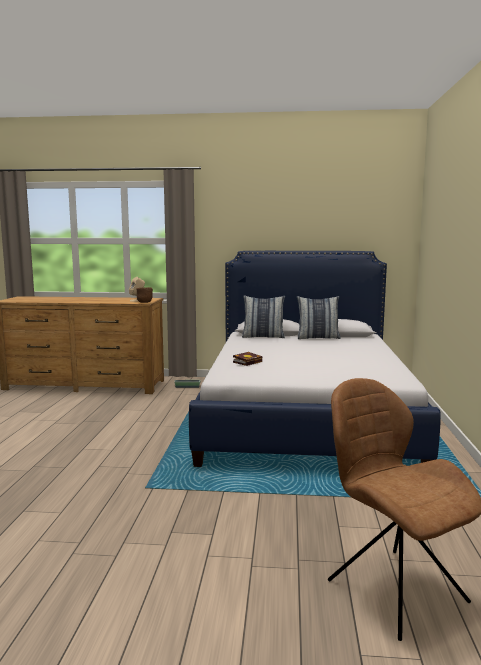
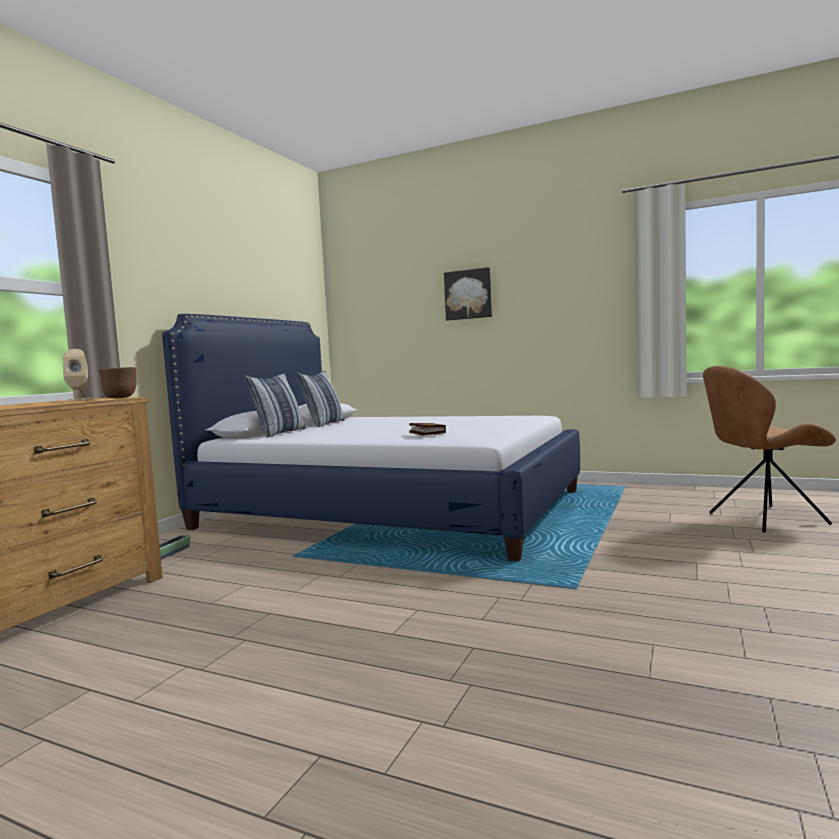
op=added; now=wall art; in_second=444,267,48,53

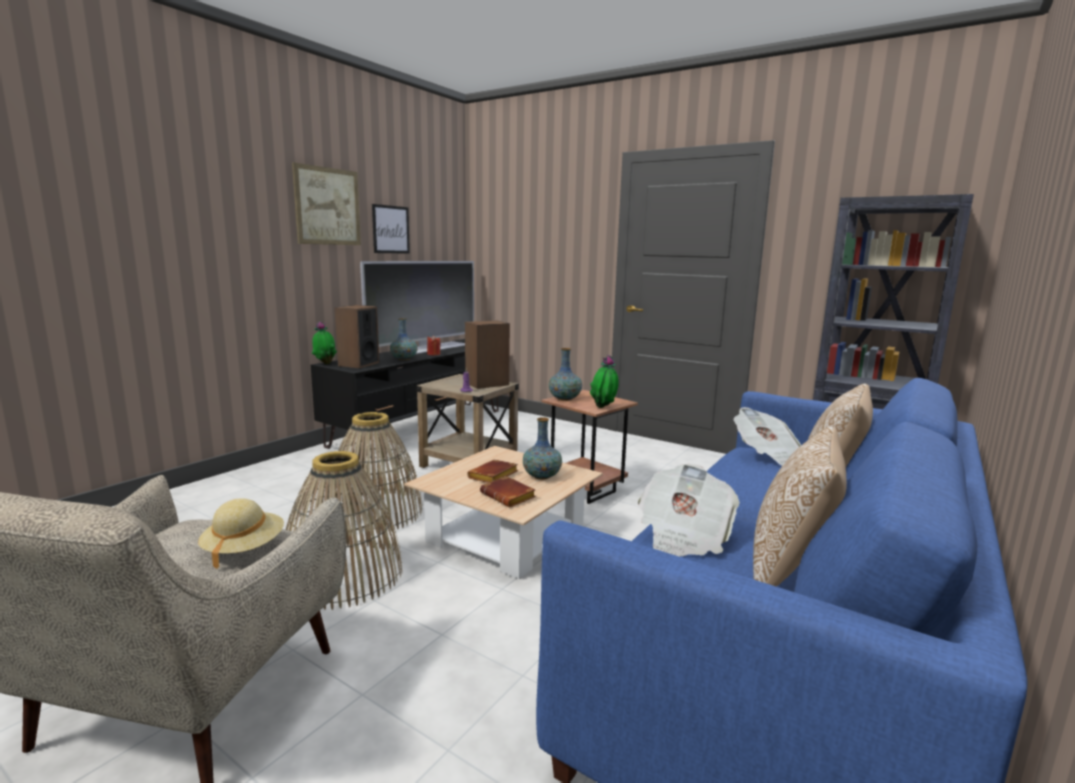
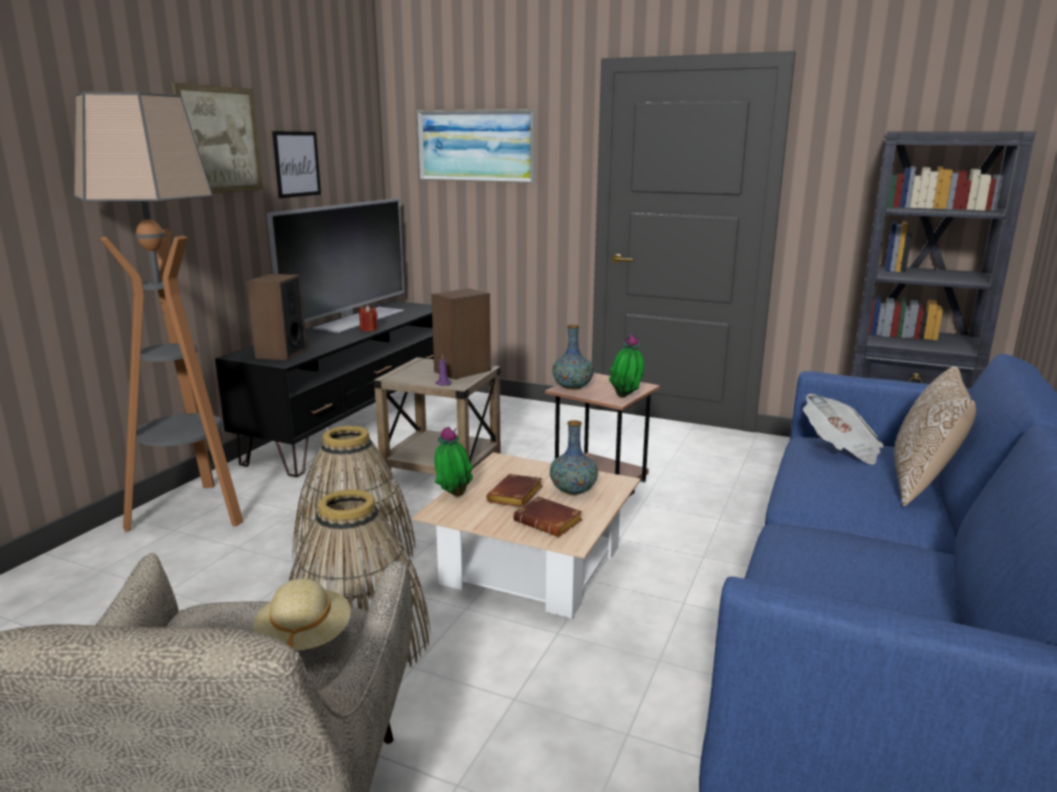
op=moved; was=plant in a pot; in_first=312,321,25,43; in_second=434,427,39,69
op=removed; was=decorative vase; in_first=390,318,28,42
op=removed; was=printed paper; in_first=638,464,102,93
op=removed; was=pillow; in_first=753,427,94,160
op=added; now=floor lamp; in_second=73,92,171,440
op=added; now=wall art; in_second=416,109,119,74

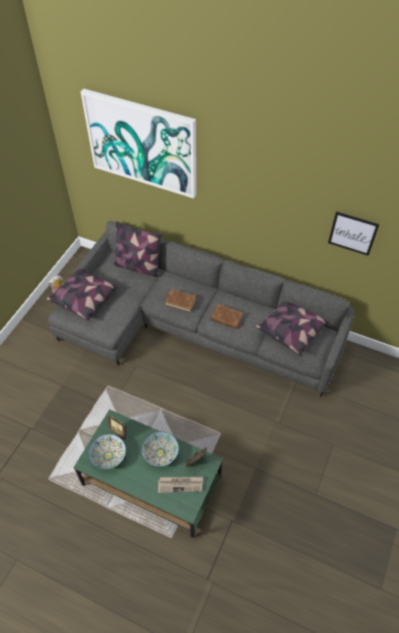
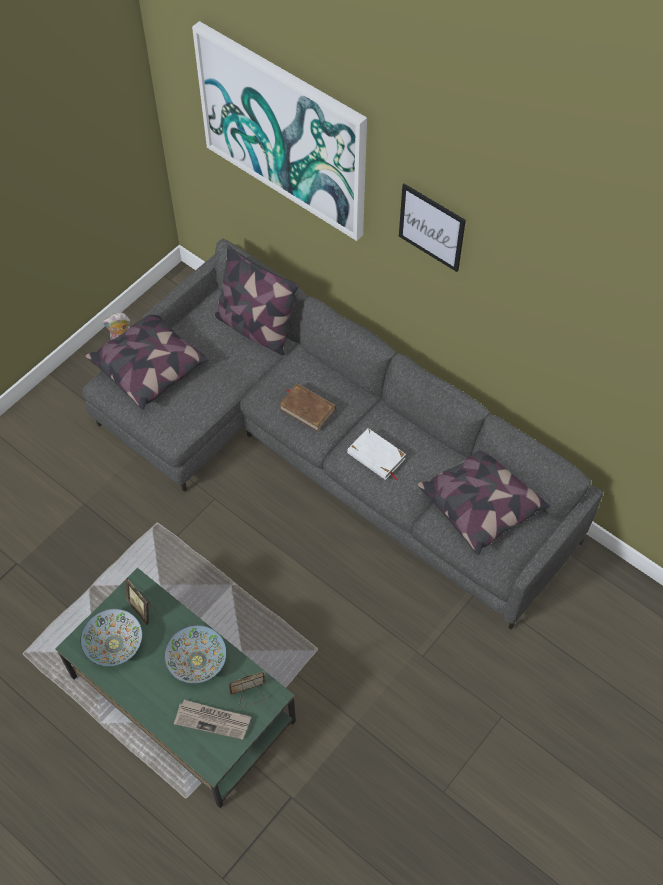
op=recoloured; was=brownish volume; now=white-coloured volume; in_first=210,304,33,25; in_second=347,428,59,53
op=moved; was=wall art; in_first=328,211,52,45; in_second=399,184,67,88

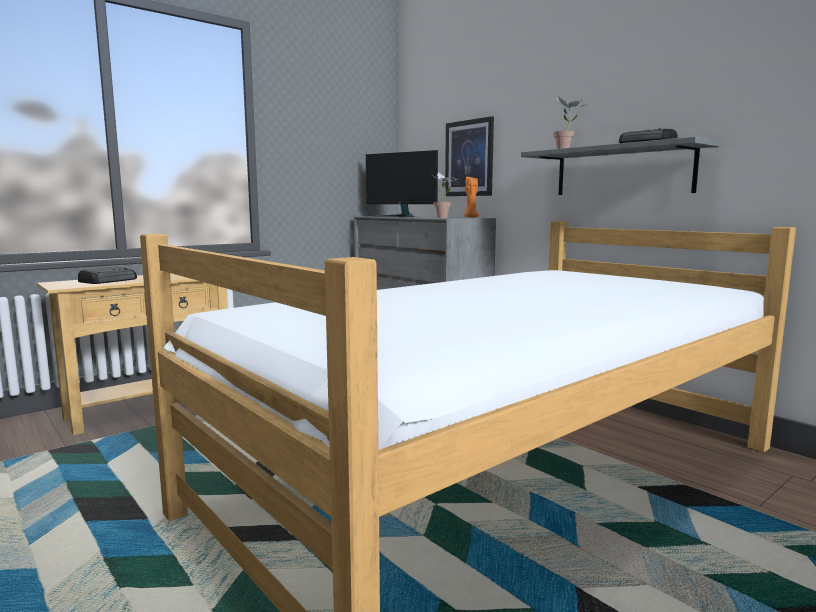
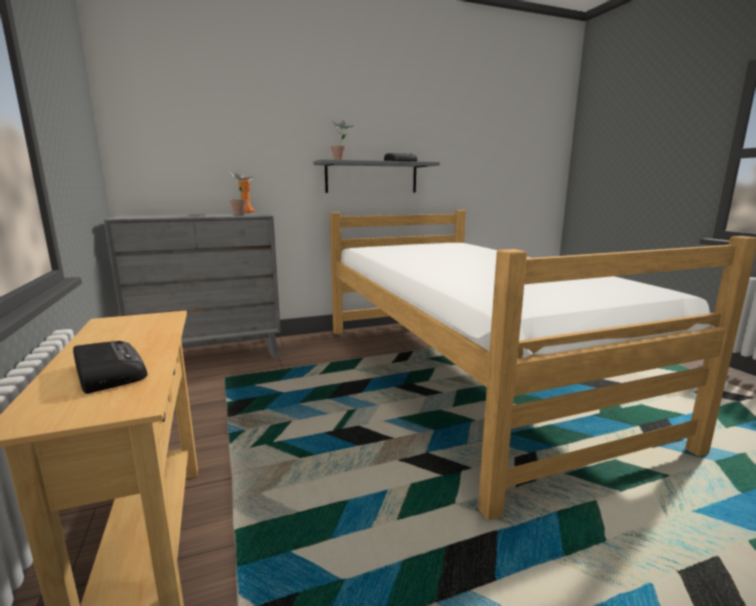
op=removed; was=monitor; in_first=366,150,72,67
op=removed; was=wall art; in_first=445,116,49,80

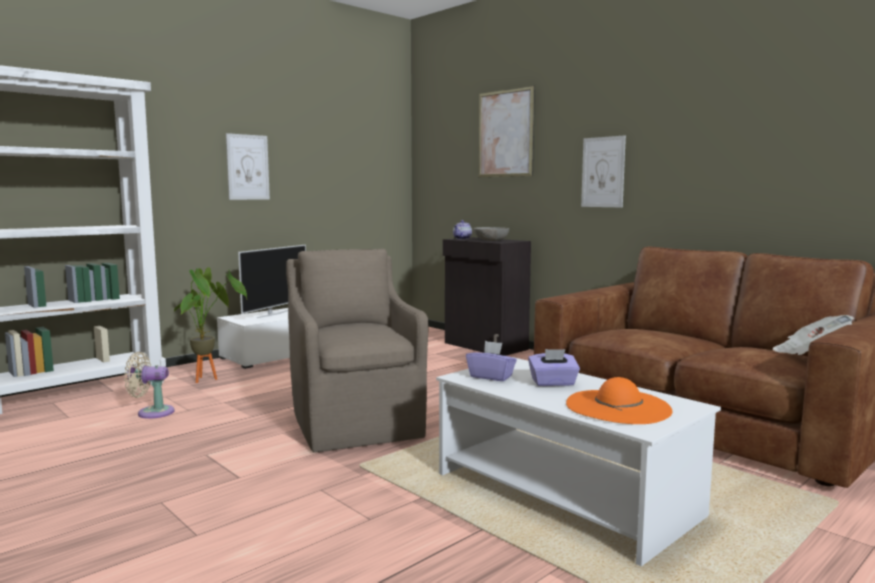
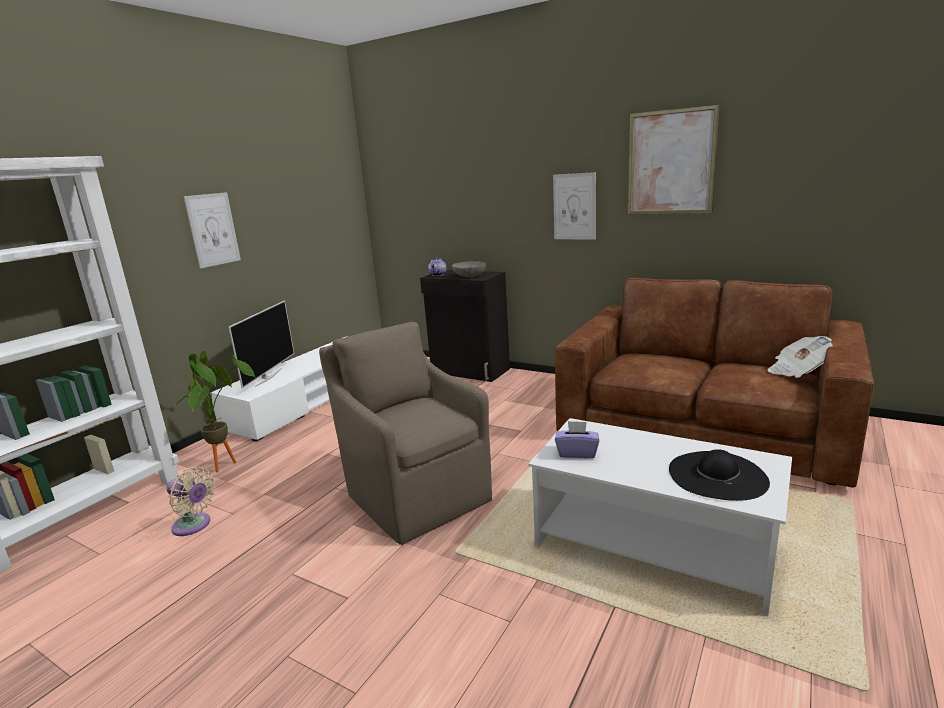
op=turned; was=beige-coloured electric fan; in_first=124,352,51,67; in_second=166,467,49,69; clockwise=-135
op=moved; was=wall art; in_first=478,86,57,91; in_second=628,104,92,110
op=removed; was=purplish tissue box; in_first=528,349,52,37
op=recoloured; was=orange hat; now=black hat; in_first=566,377,107,47; in_second=669,449,101,52

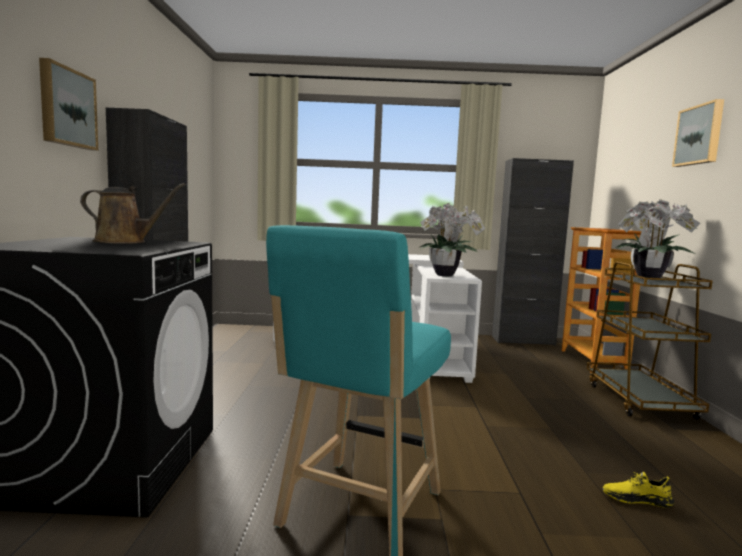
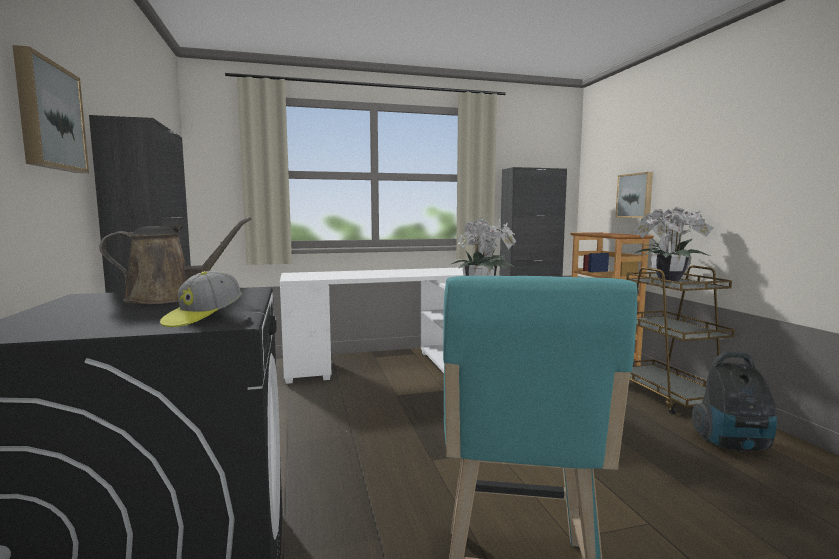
op=removed; was=yellowish item of footwear; in_first=603,472,71,36
op=moved; was=wall art; in_first=672,99,52,68; in_second=615,172,38,46
op=added; now=baseball cap; in_second=160,271,82,56
op=added; now=hoover; in_second=692,351,85,101

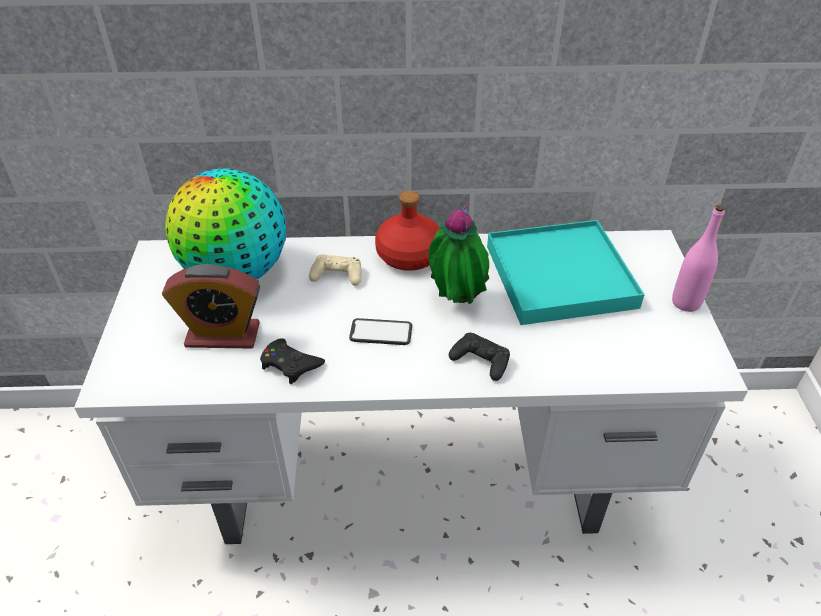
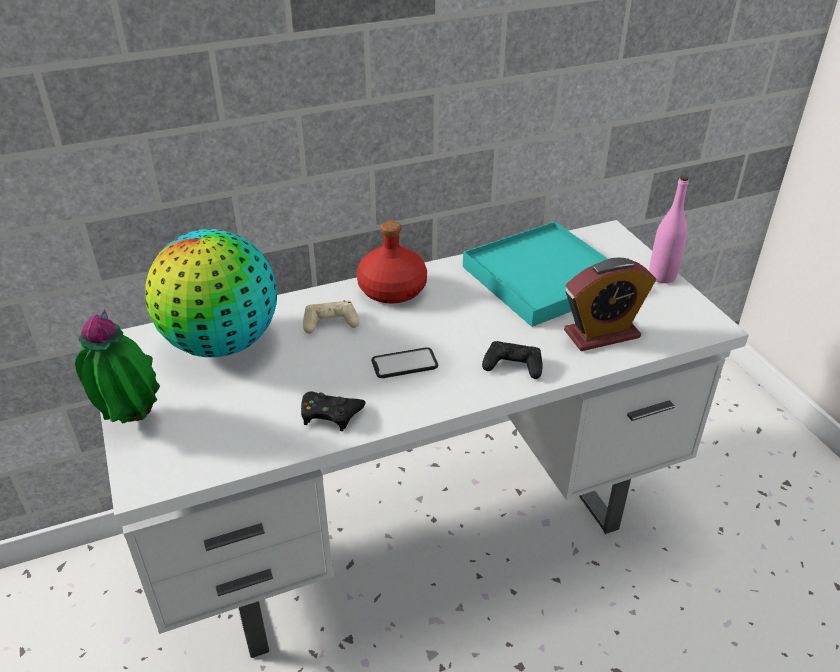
op=moved; was=table clock; in_first=162,264,98,85; in_second=564,258,92,93
op=moved; was=plant in a pot; in_first=429,205,60,99; in_second=75,309,85,114

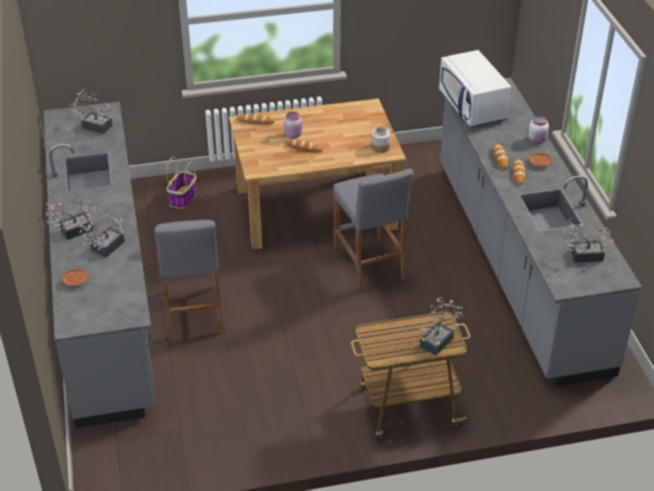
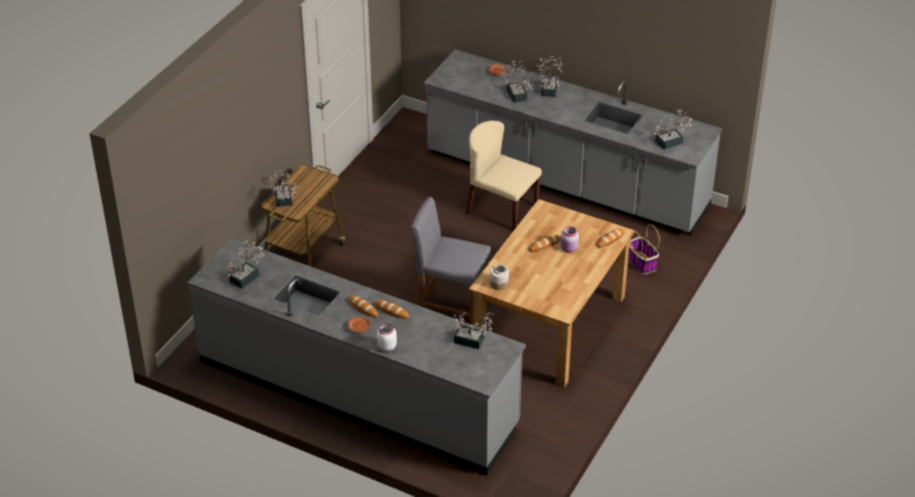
op=replaced; was=greyish sitting stool; now=beige-coloured plain chair; in_first=155,220,68,120; in_second=466,121,76,110
op=replaced; was=white-coloured microwave oven; now=plant in a pot; in_first=439,50,72,77; in_second=449,312,45,37

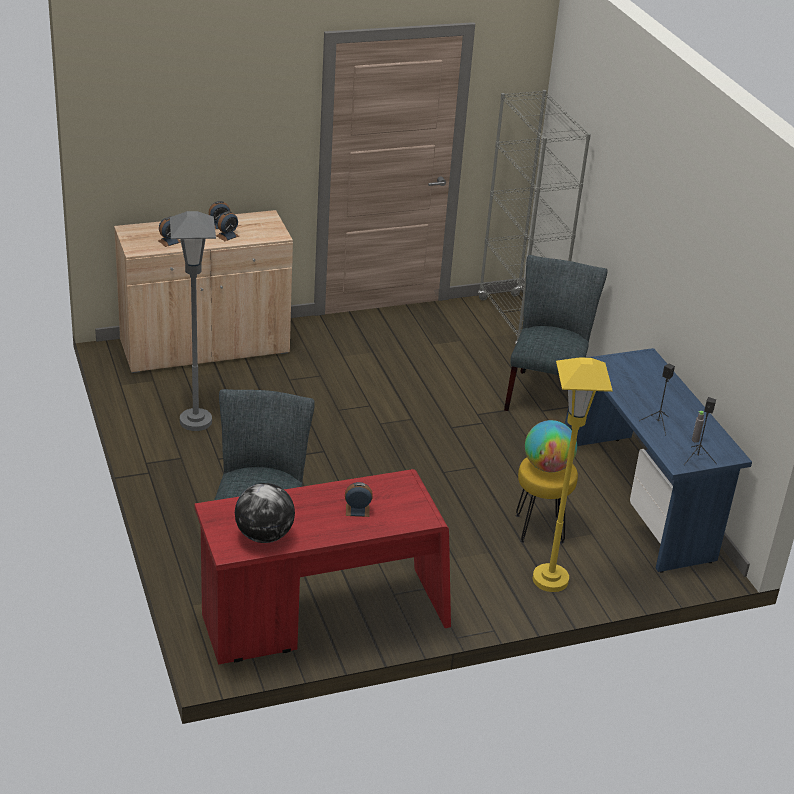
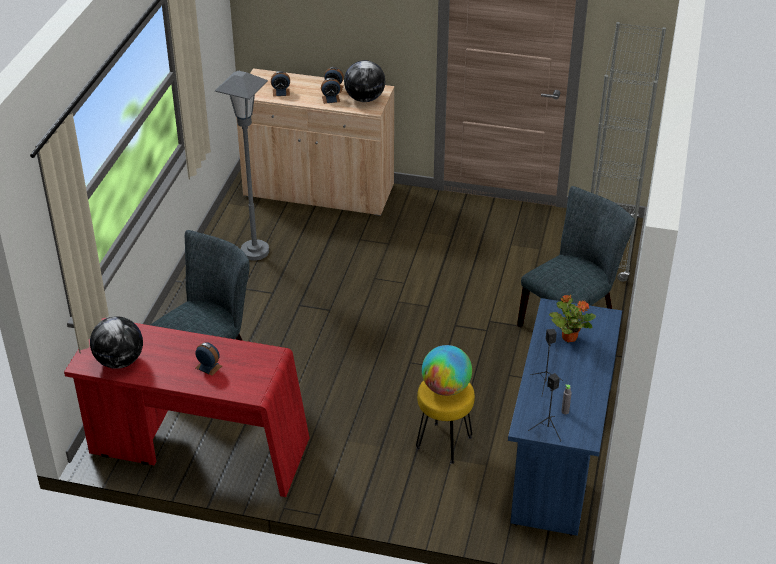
op=removed; was=yellowish floor lamp; in_first=533,357,80,235
op=added; now=globe; in_second=344,60,42,42
op=added; now=plant in a pot; in_second=549,295,47,48

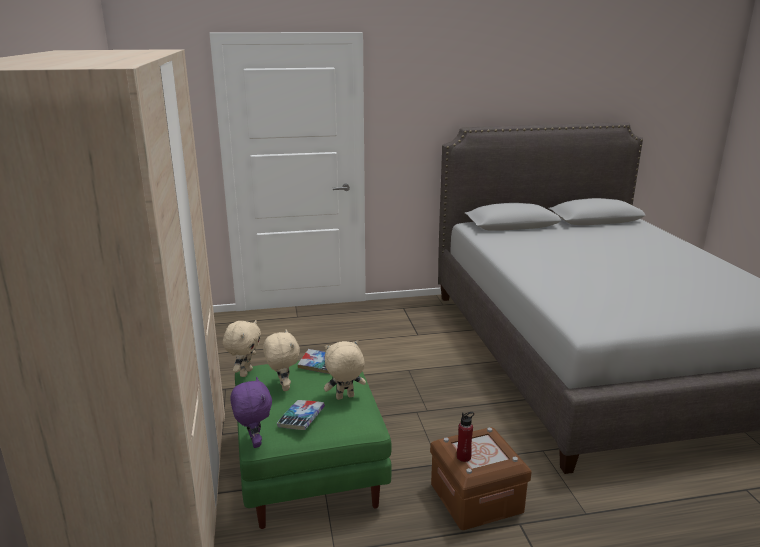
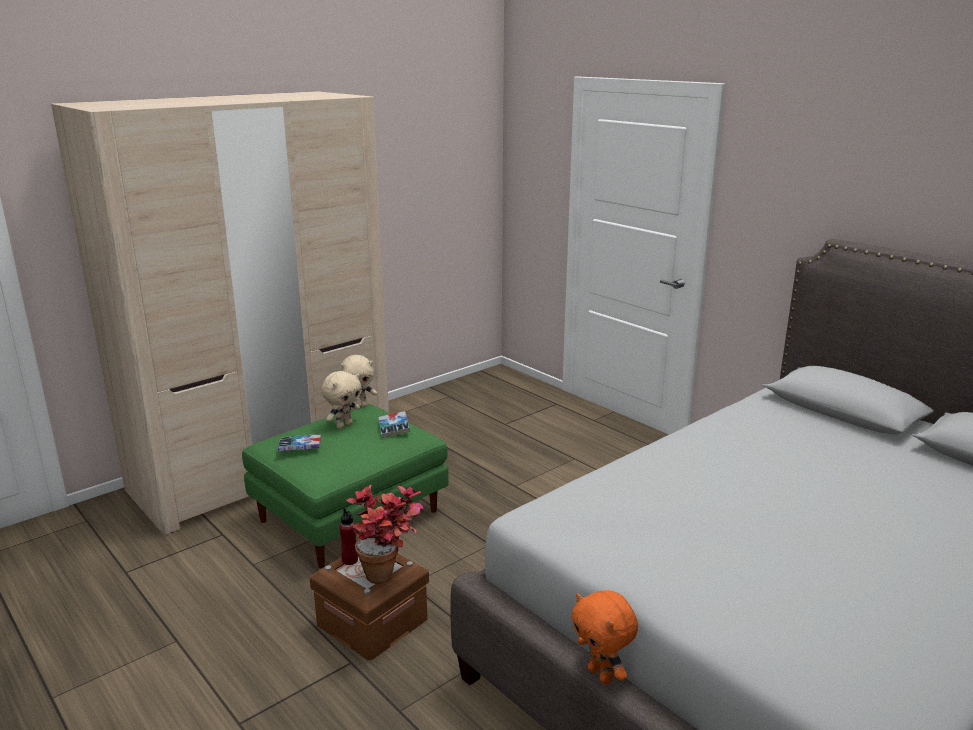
op=removed; was=purplish plush toy; in_first=230,377,42,71
op=removed; was=beige-coloured plush toy; in_first=324,340,42,60
op=added; now=plant in a pot; in_second=347,484,77,100
op=added; now=orange plush toy; in_second=571,590,67,95

